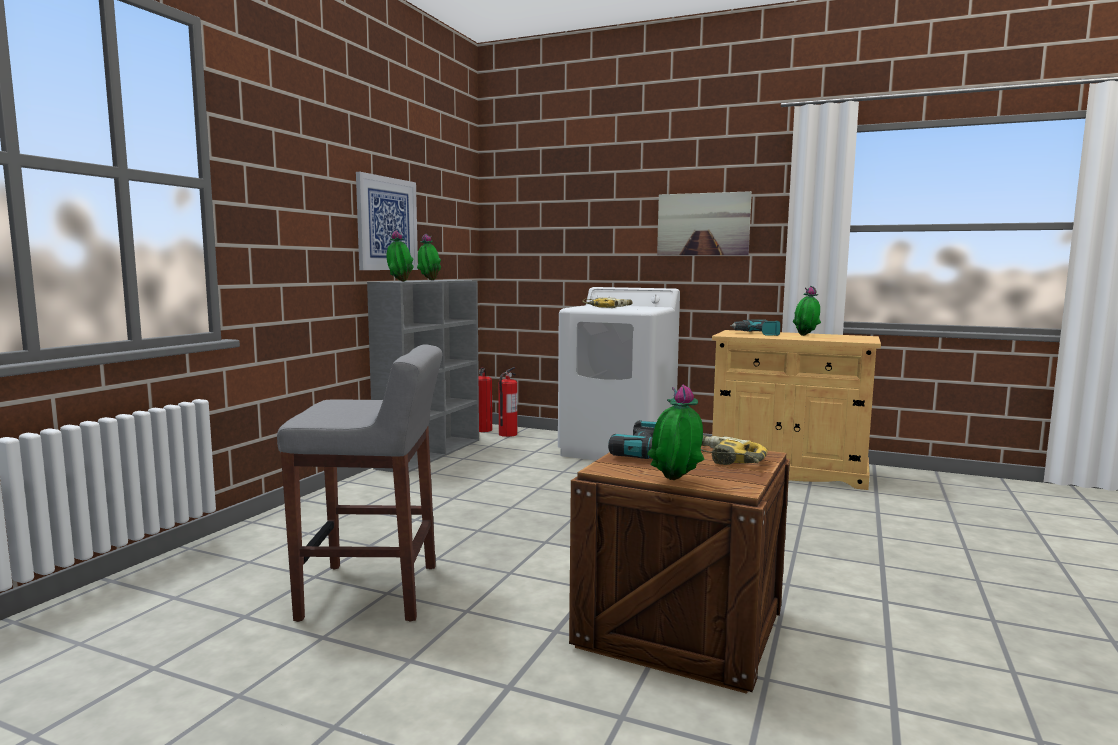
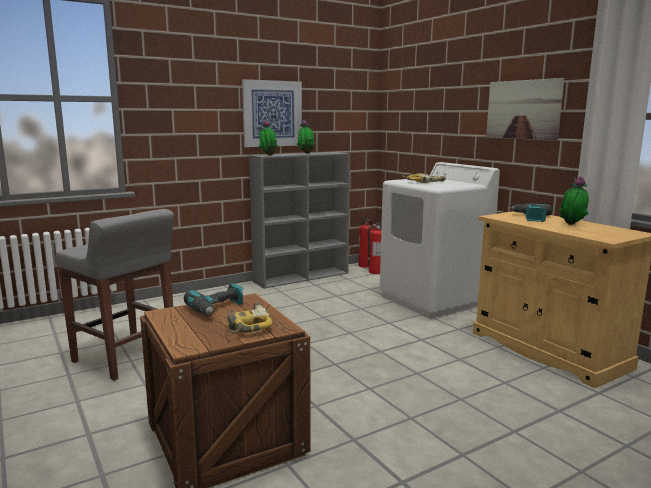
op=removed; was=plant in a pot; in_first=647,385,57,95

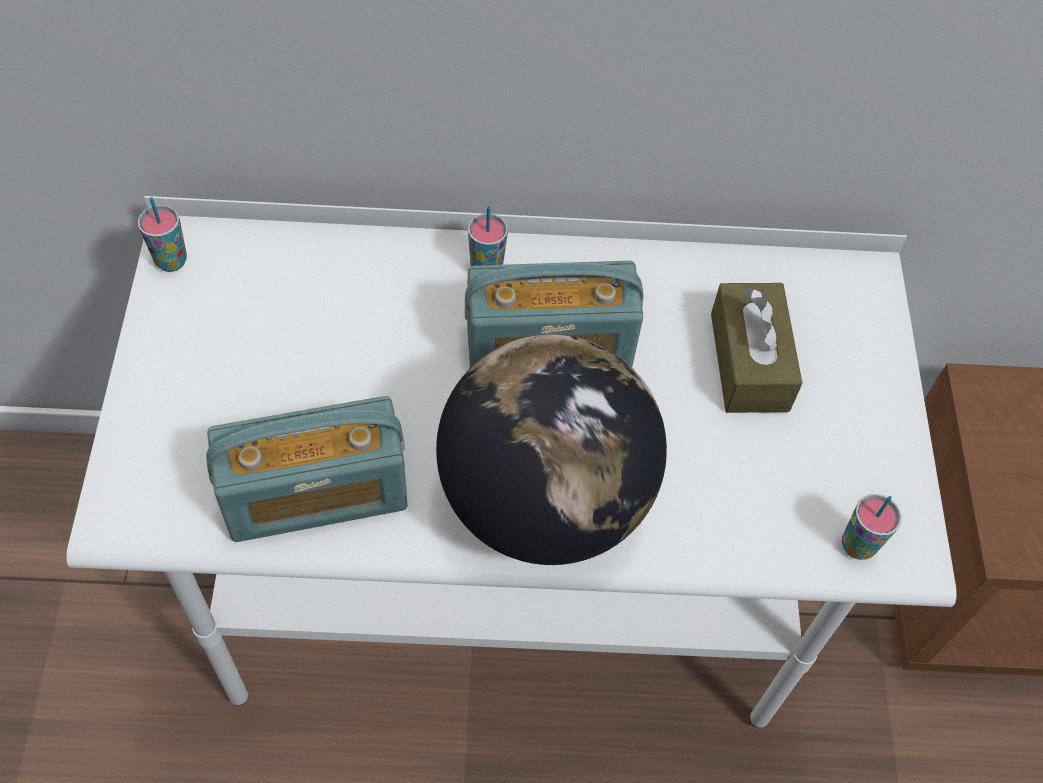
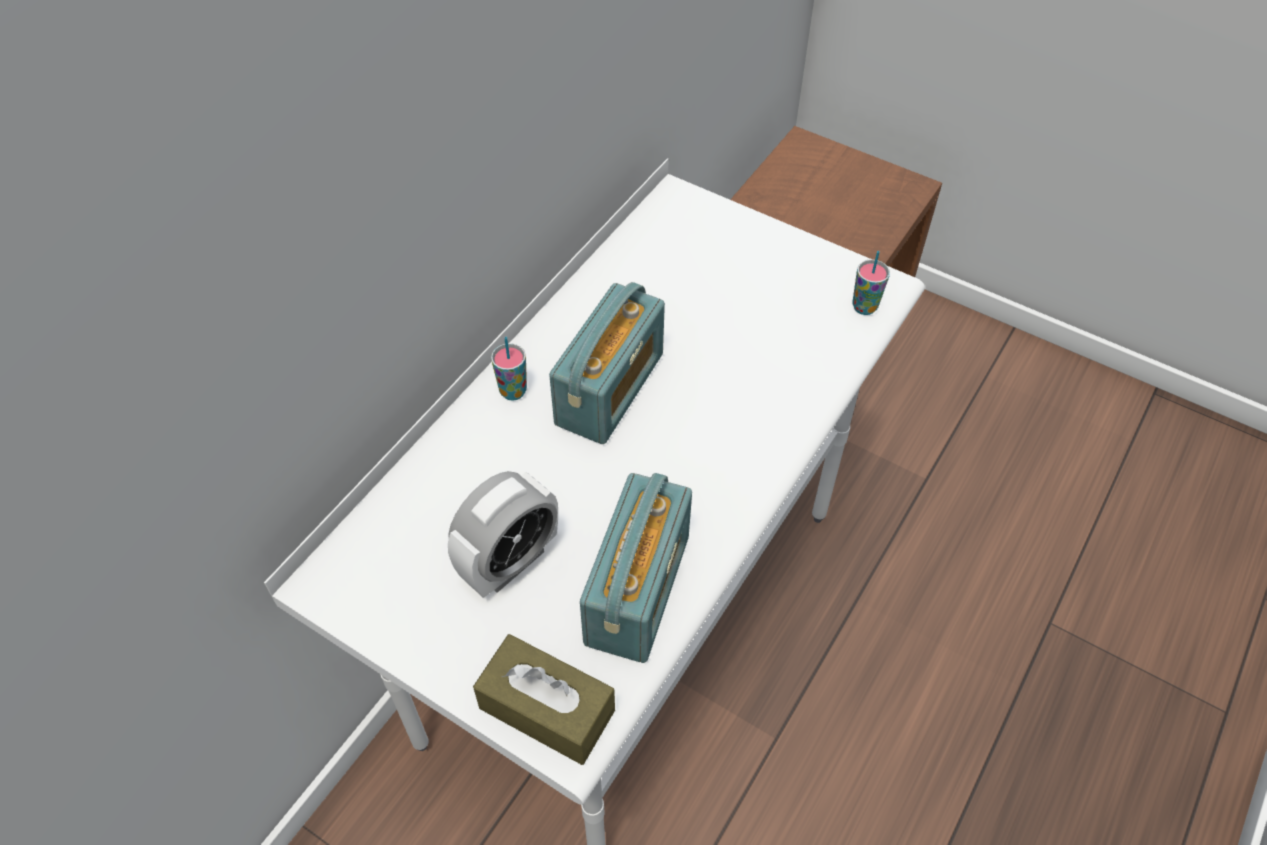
op=removed; was=cup; in_first=138,197,49,75
op=removed; was=globe; in_first=436,335,231,230
op=moved; was=brownish tissue box; in_first=711,283,91,130; in_second=473,634,142,131
op=added; now=table clock; in_second=448,471,110,127

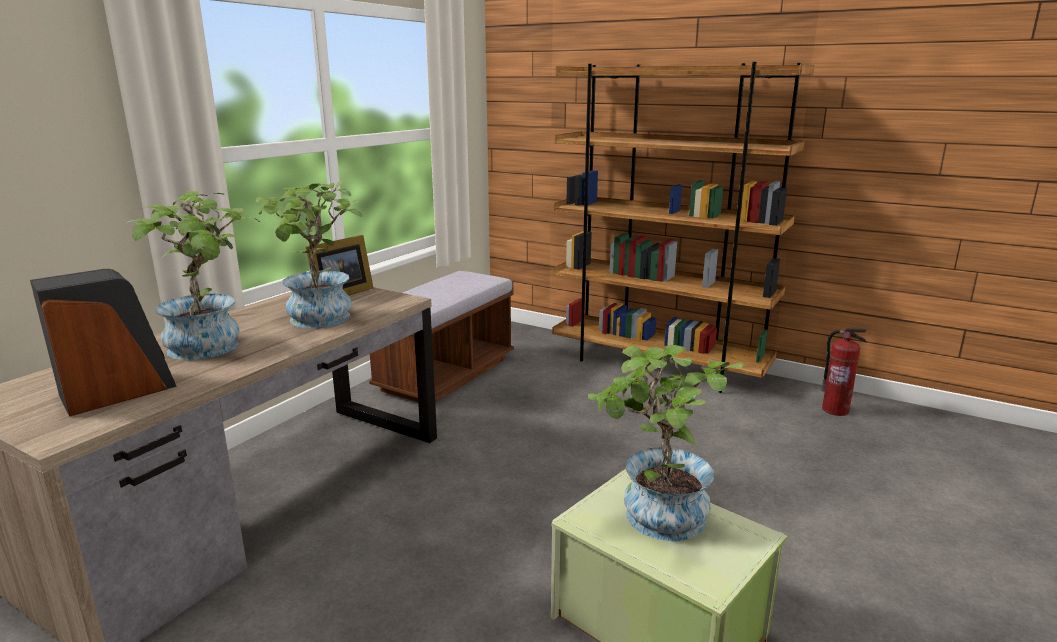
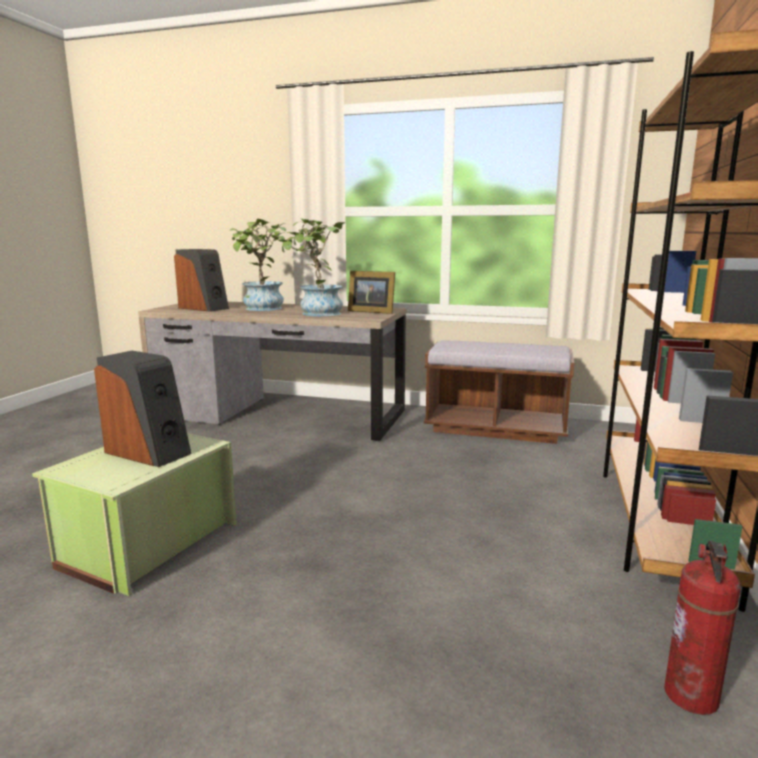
op=replaced; was=plant in a pot; now=audio speaker; in_first=588,345,157,196; in_second=94,351,98,116

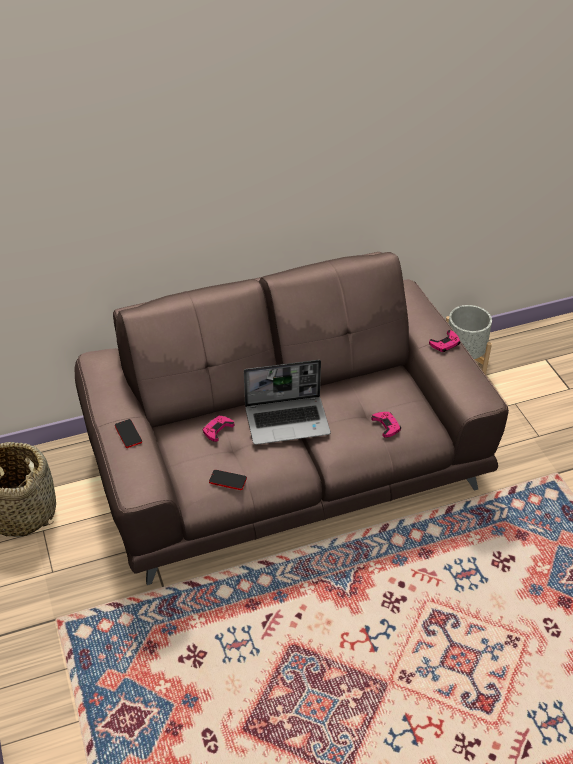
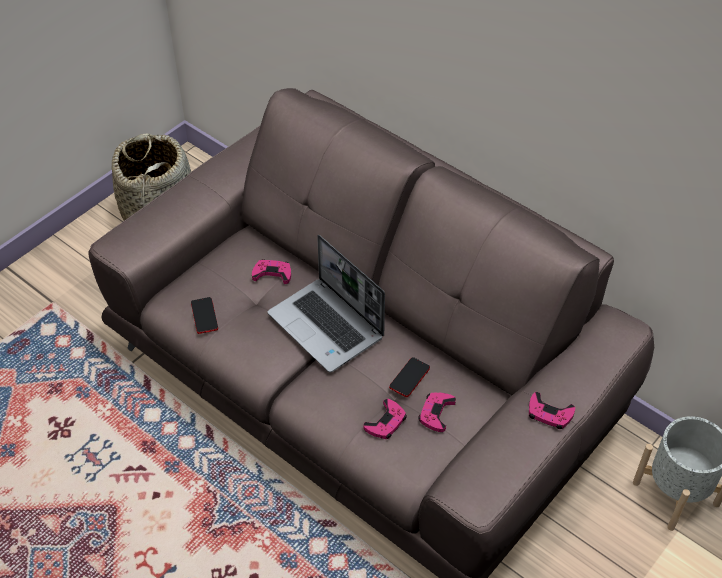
op=moved; was=telephone; in_first=115,419,27,29; in_second=389,357,41,40
op=added; now=pinkish game controller; in_second=418,393,38,39

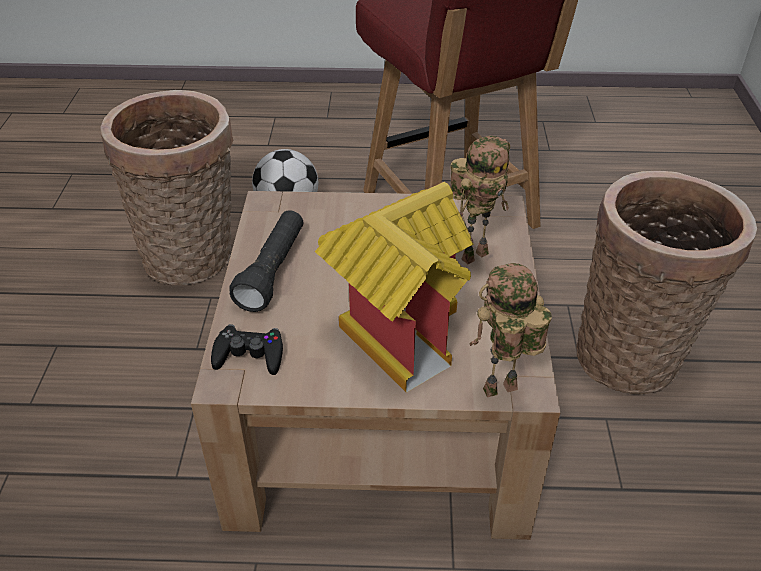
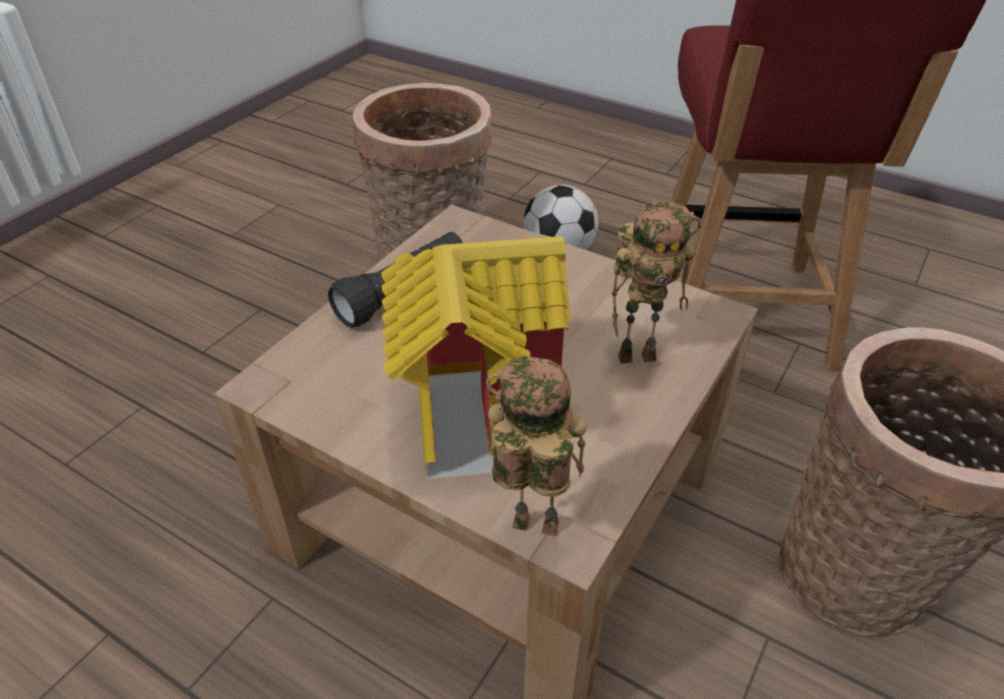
op=removed; was=black game controller; in_first=211,324,72,51

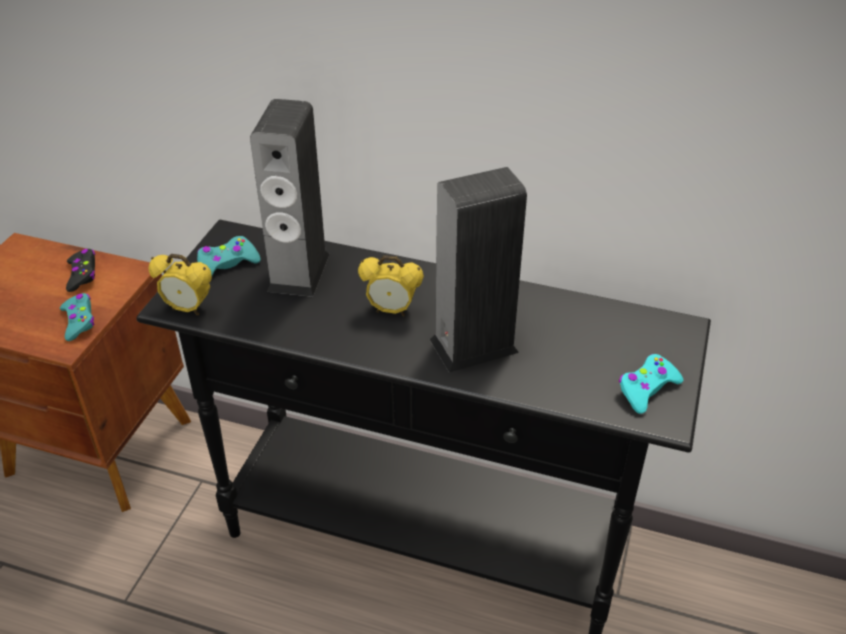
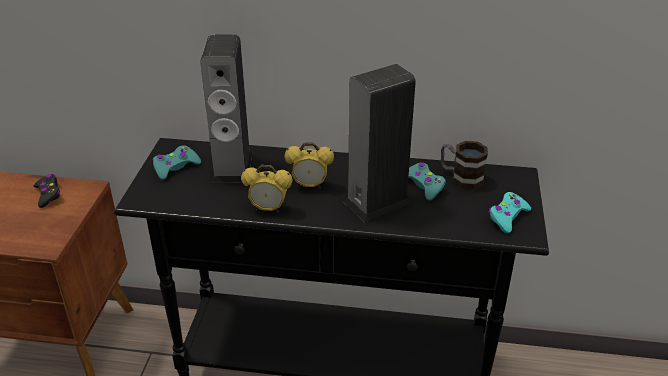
op=moved; was=turquoise-coloured game controller; in_first=60,293,35,48; in_second=408,162,38,39
op=moved; was=table clock; in_first=149,254,63,61; in_second=241,165,52,48
op=added; now=tea mug; in_second=441,141,47,48

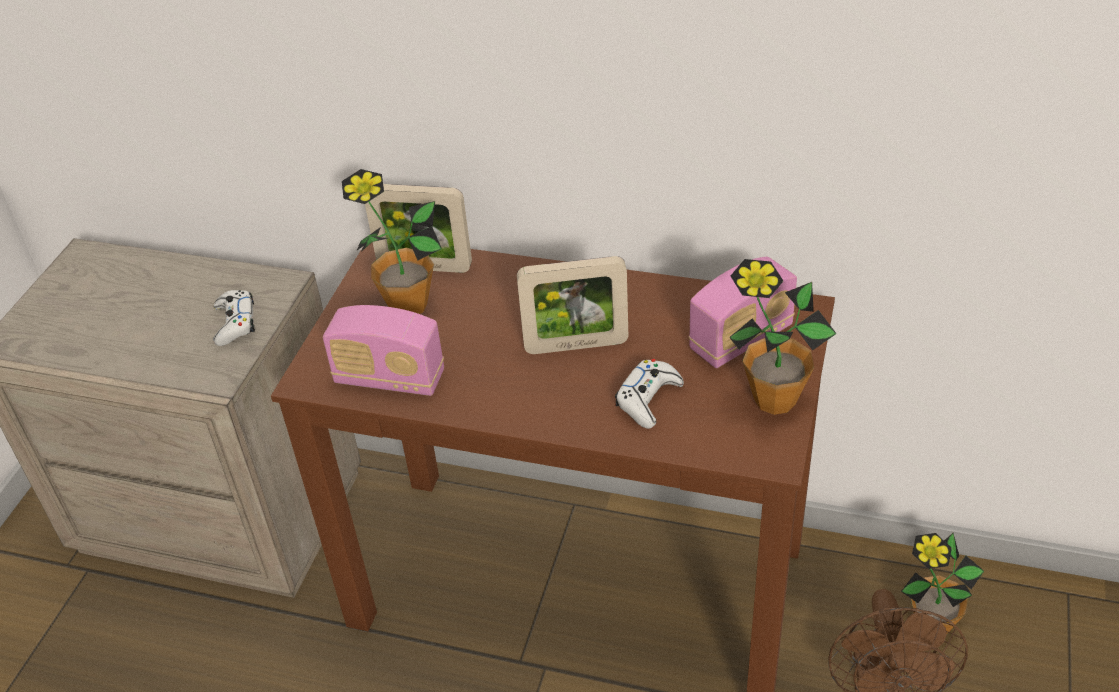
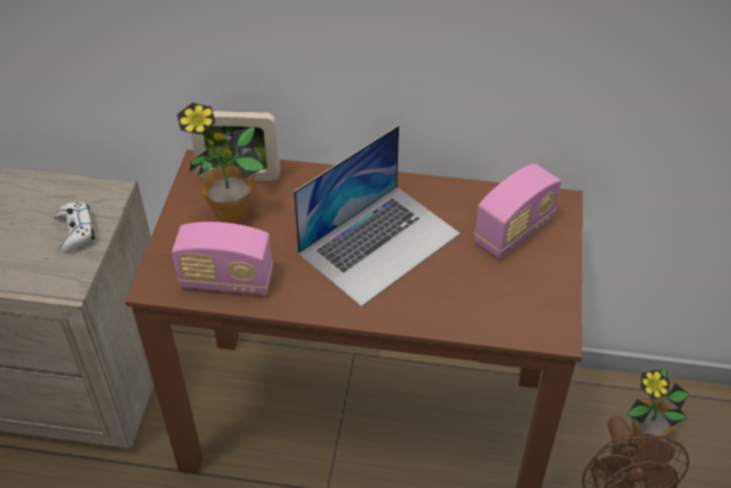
op=replaced; was=picture frame; now=laptop; in_first=517,256,111,98; in_second=293,125,167,182
op=removed; was=white-coloured game controller; in_first=615,359,69,70
op=removed; was=plant in a pot; in_first=729,259,108,156

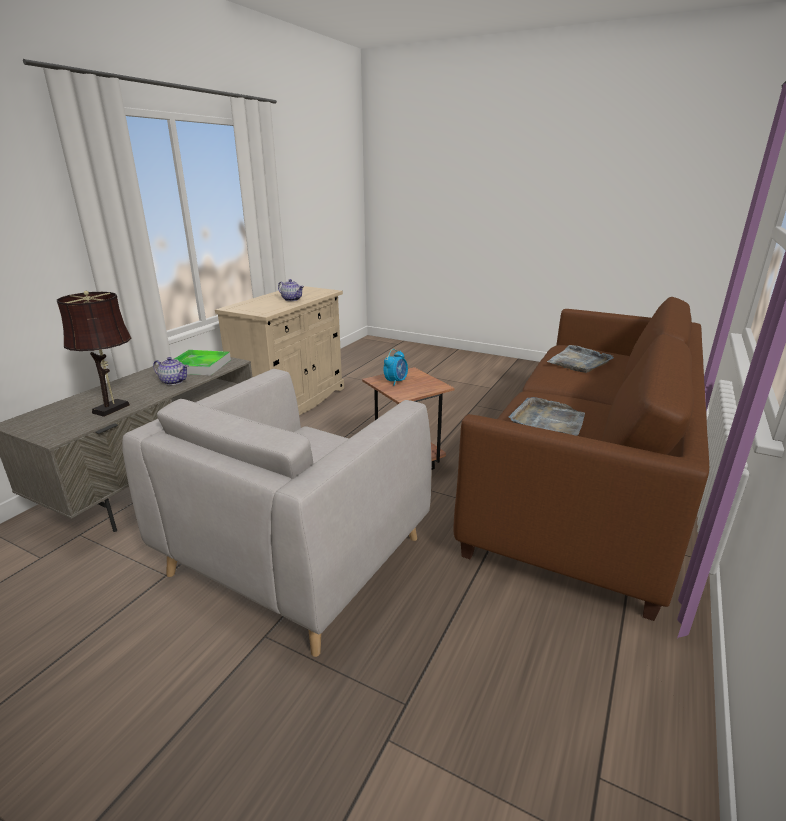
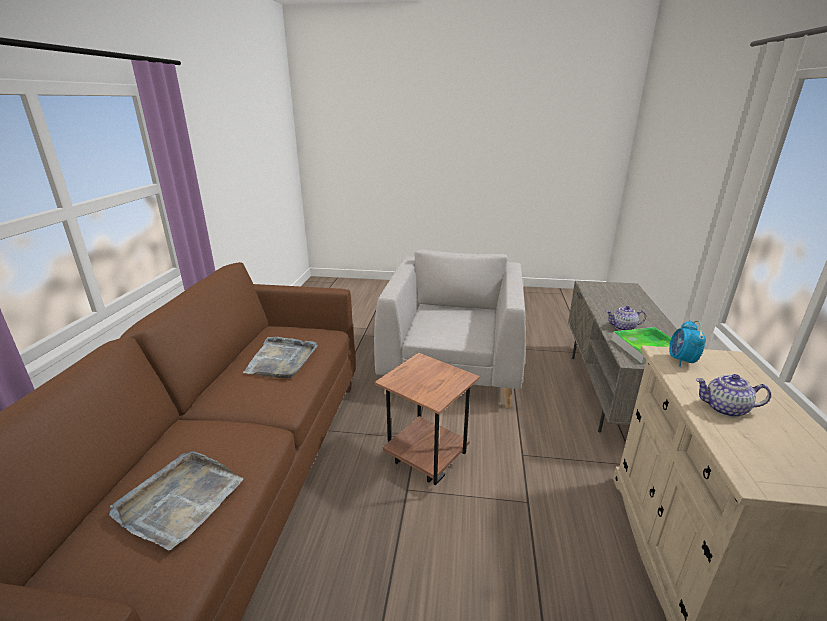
op=removed; was=brownish tabletop lamp; in_first=57,291,75,126
op=moved; was=table clock; in_first=384,349,24,37; in_second=669,320,37,47

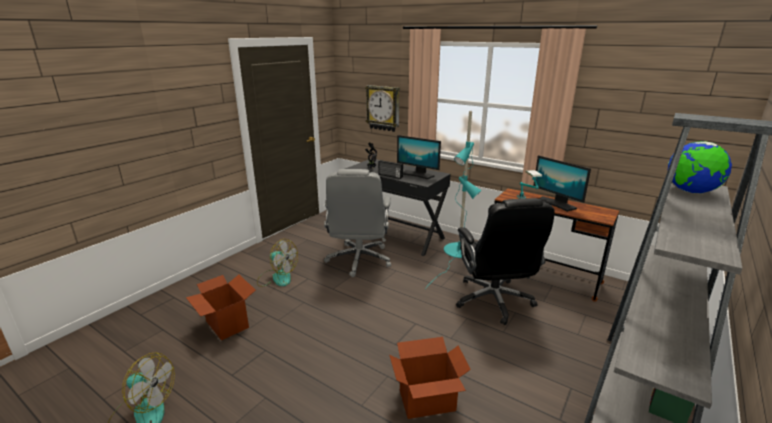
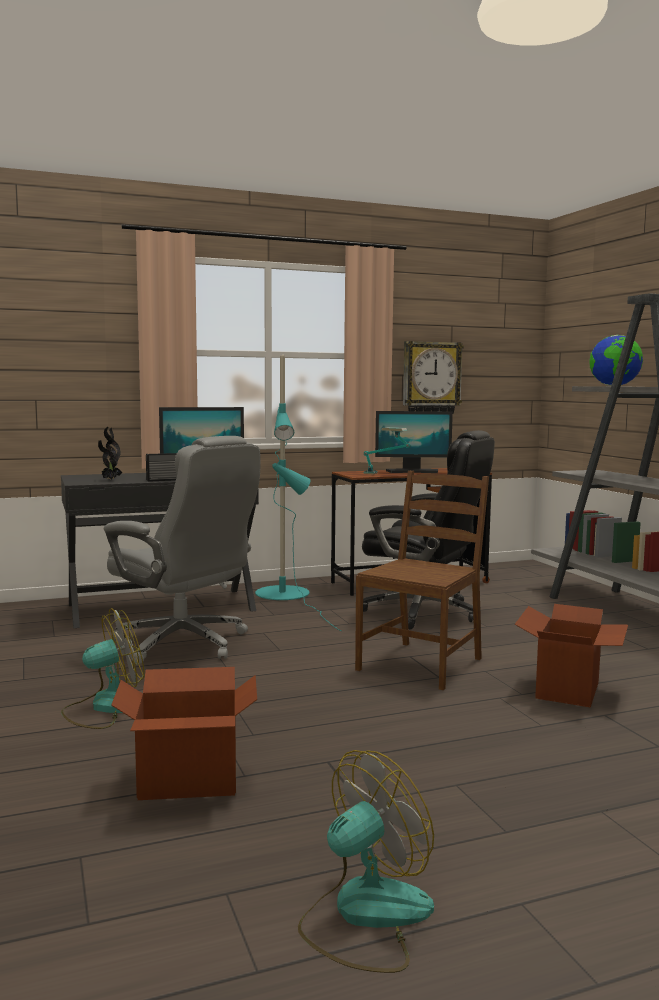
op=moved; was=hanging clock; in_first=365,85,34,47; in_second=403,341,61,73
op=added; now=brownish plain chair; in_second=355,471,134,219

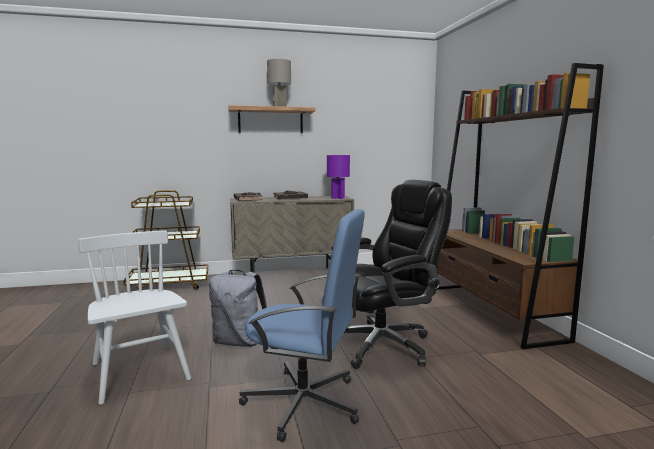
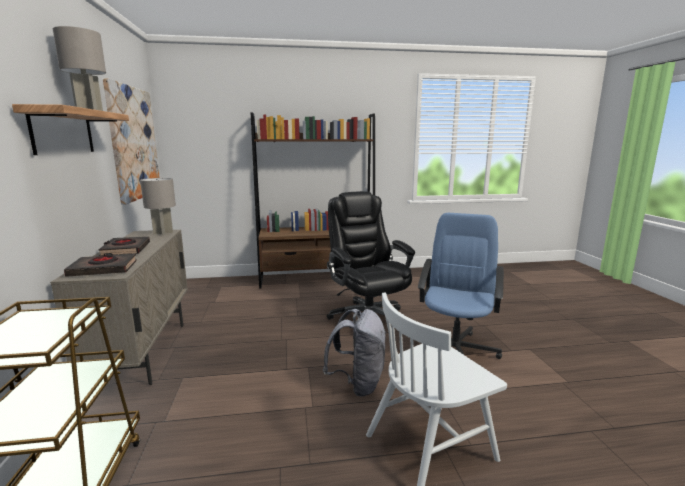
op=recoloured; was=purplish tabletop lamp; now=greyish tabletop lamp; in_first=327,155,23,44; in_second=140,178,36,58
op=added; now=wall art; in_second=103,78,57,127

